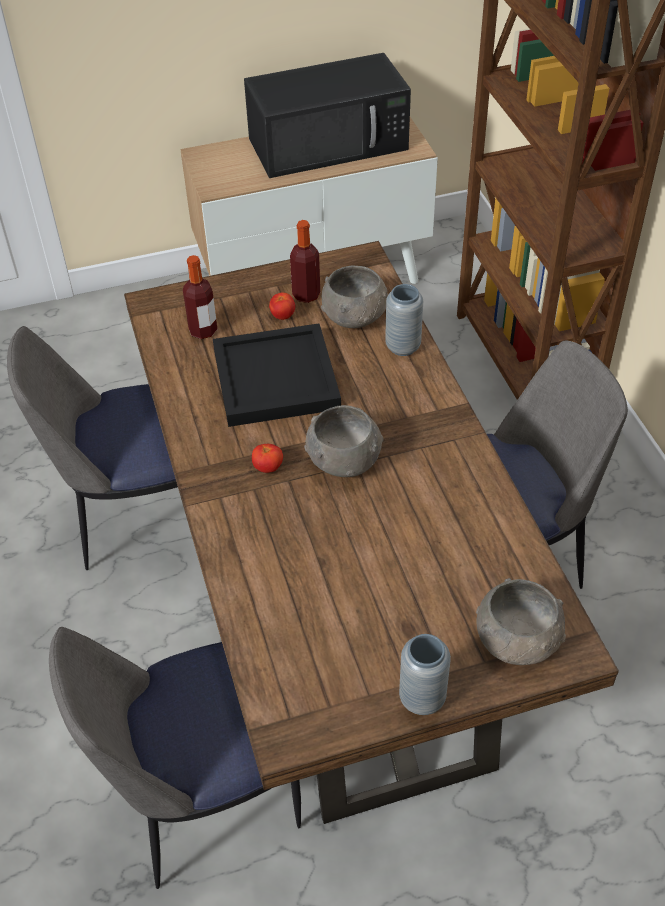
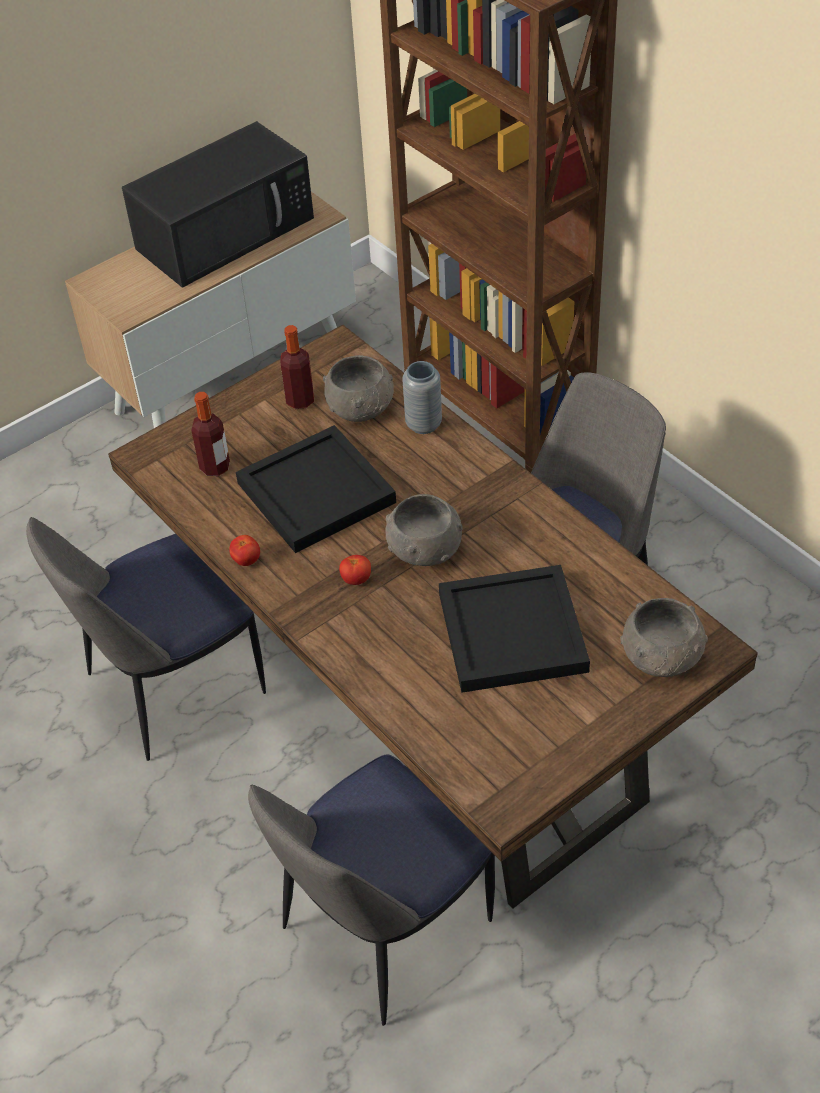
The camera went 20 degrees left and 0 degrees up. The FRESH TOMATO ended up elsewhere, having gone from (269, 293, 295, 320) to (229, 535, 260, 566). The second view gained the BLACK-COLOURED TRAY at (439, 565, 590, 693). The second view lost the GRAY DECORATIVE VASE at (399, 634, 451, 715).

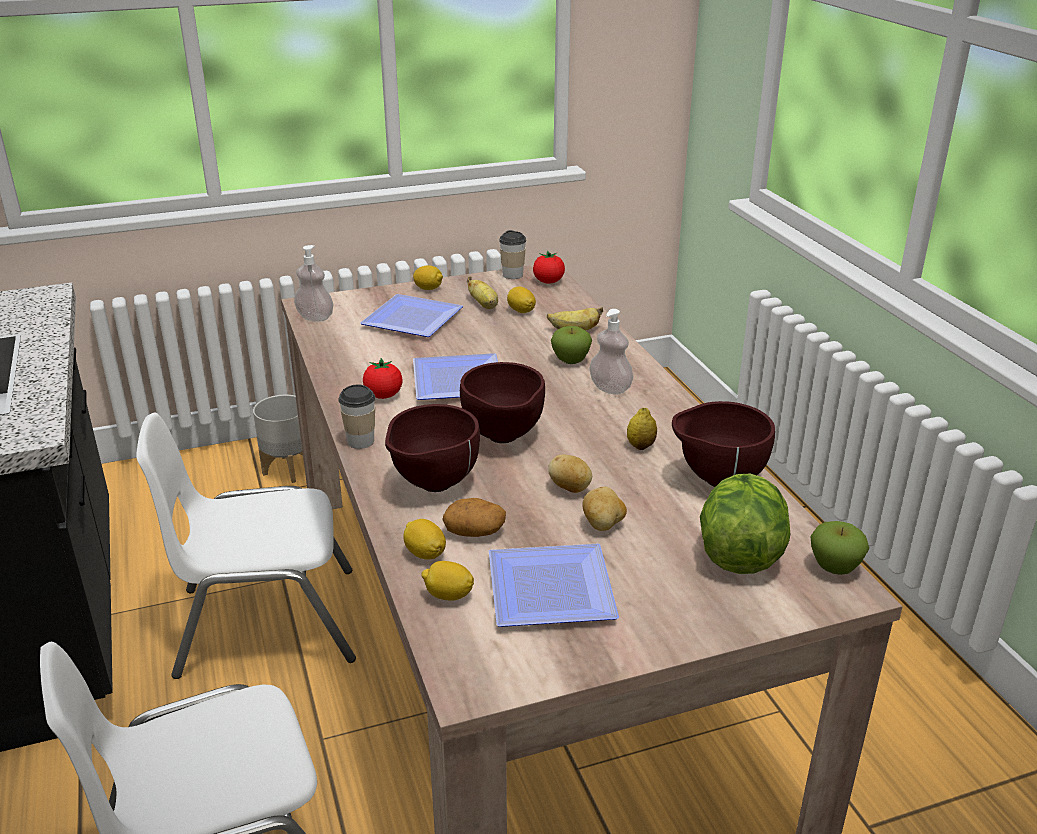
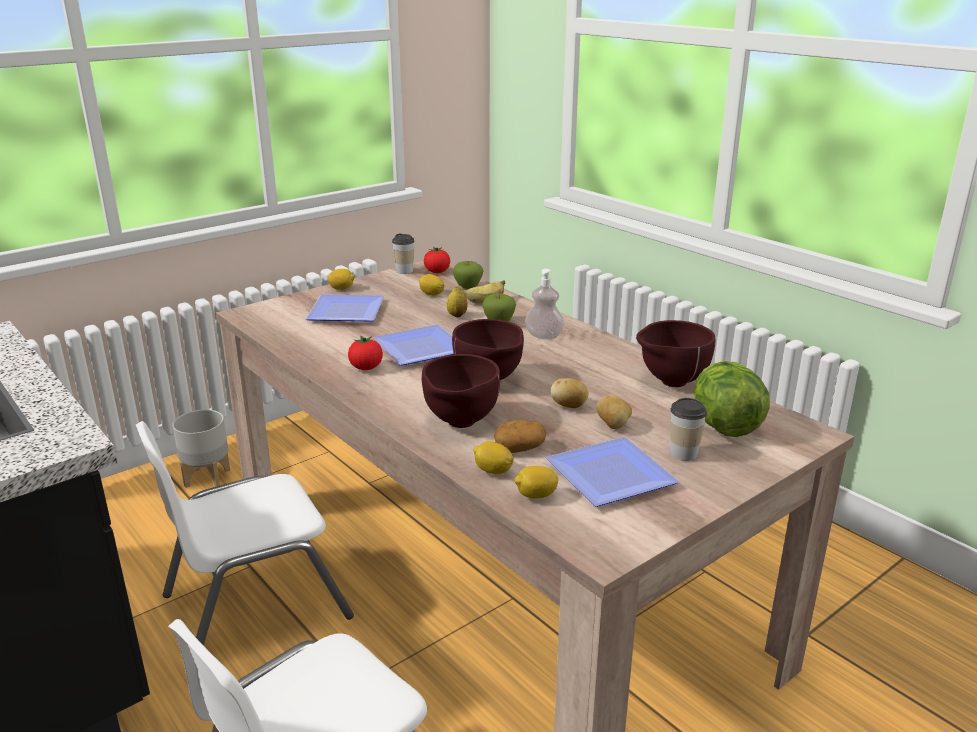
The camera went 20 degrees left and 5 degrees down. The CITRUS FRUIT ended up elsewhere, having gone from (627, 408, 657, 450) to (447, 287, 468, 317). The APPLE FRUIT ended up elsewhere, having gone from (810, 521, 869, 575) to (453, 261, 483, 289). The CUP ended up elsewhere, having gone from (338, 384, 375, 449) to (670, 398, 707, 461). The second view lost the SOAP BOTTLE at (294, 245, 334, 322). The second view lost the BANANA at (467, 276, 498, 309).

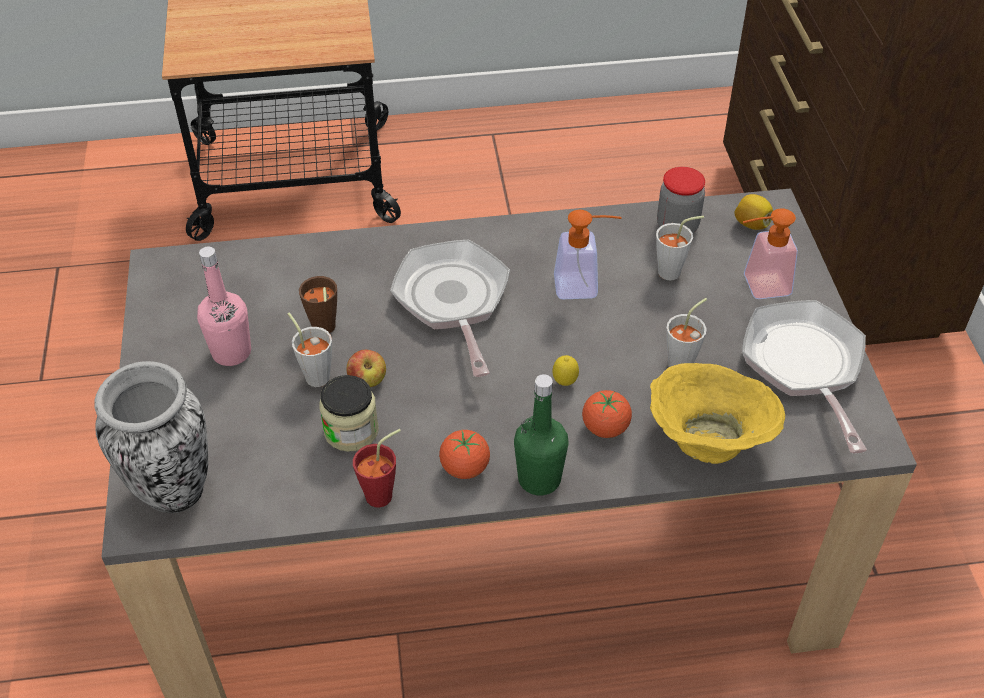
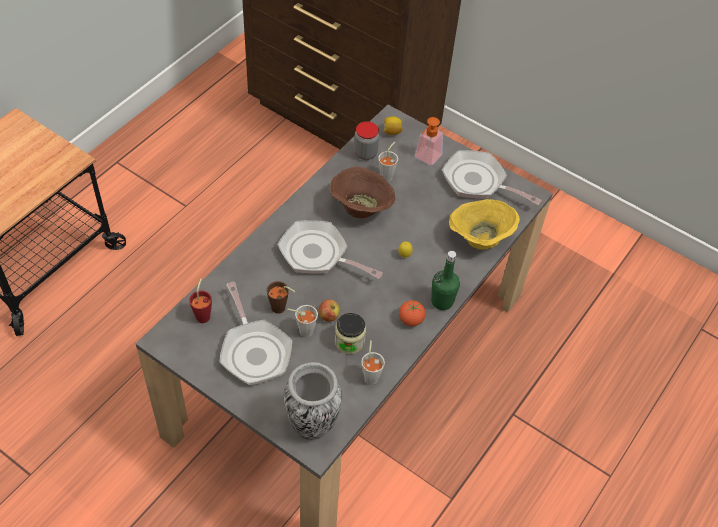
The camera went 50 degrees left and 5 degrees up. The RED-COLOURED CUP ended up elsewhere, having gone from (353, 429, 401, 508) to (189, 279, 212, 323). Where the PINKISH BOTTLE stood at (197, 247, 251, 366), the FRYING PAN came to stand at (219, 282, 292, 385). Where the SOAP BOTTLE stood at (554, 210, 622, 299), the BROWN-COLOURED BOWL came to stand at (330, 167, 396, 218). The GRAY CUP ended up elsewhere, having gone from (667, 298, 707, 367) to (361, 340, 385, 385). The second view lost the FRESH TOMATO at (582, 390, 632, 438).

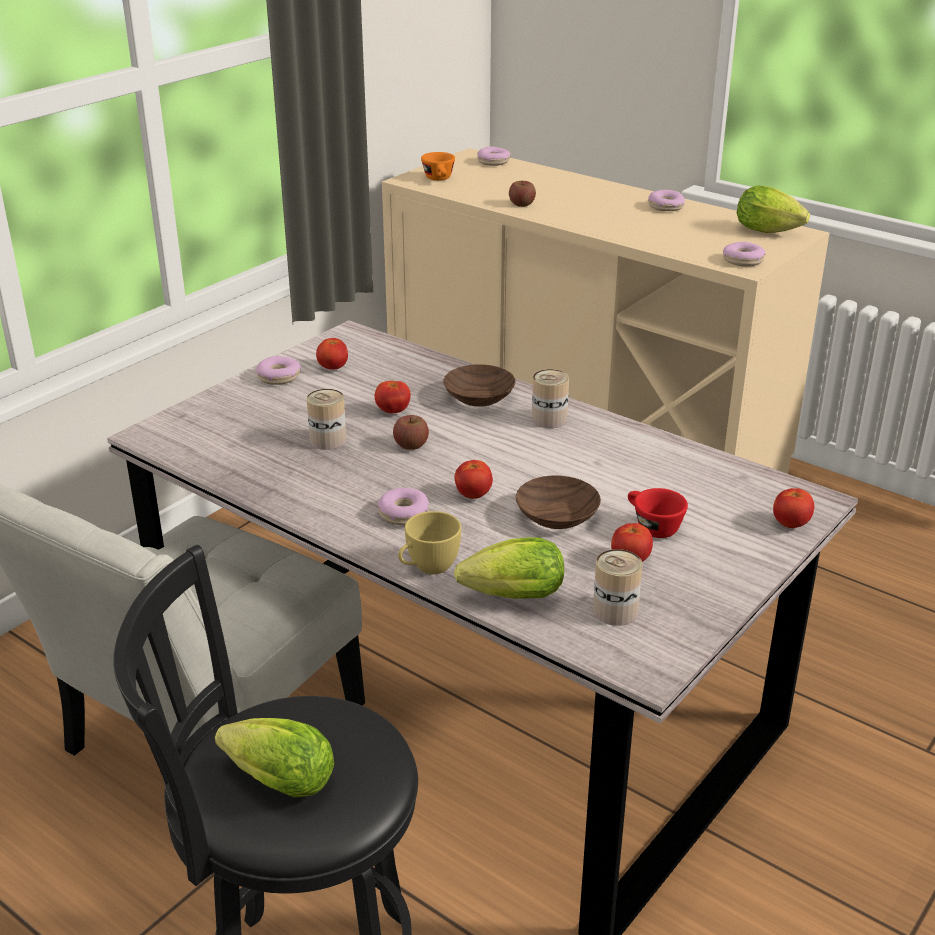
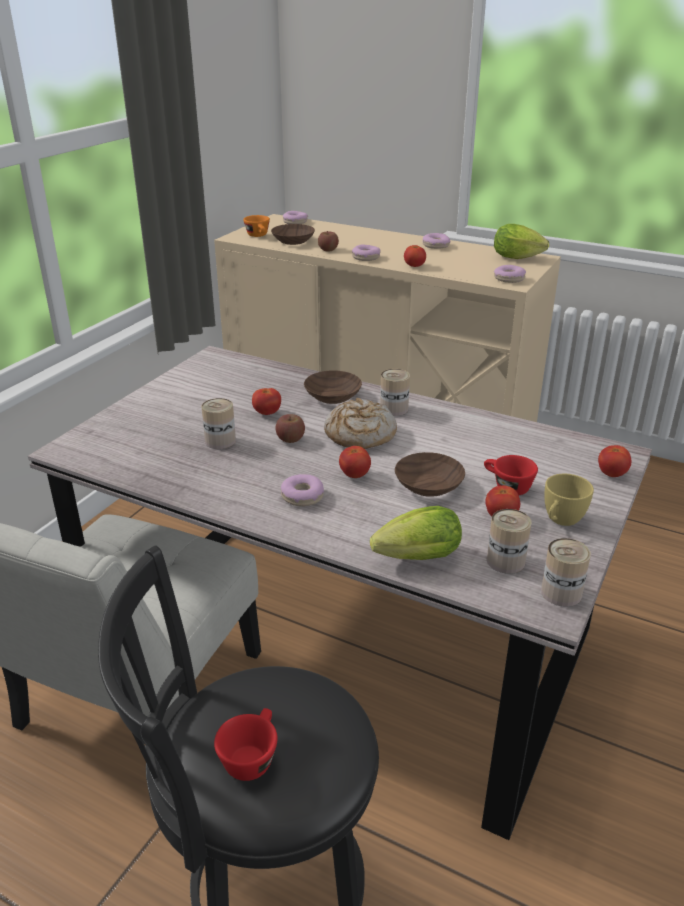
The camera went 10 degrees left and 0 degrees up. Where the HEAD OF LETTUCE stood at (215, 718, 334, 798), the RED-COLOURED CUP came to stand at (214, 708, 278, 781). The second view gained the BROWN-COLOURED BOWL at (271, 224, 315, 245). The second view gained the BREAD at (324, 398, 397, 449). The DONUT ended up elsewhere, having gone from (256, 356, 301, 385) to (352, 244, 380, 261). The FRESH TOMATO ended up elsewhere, having gone from (316, 338, 348, 370) to (404, 245, 426, 267). The second view gained the CAN at (541, 538, 591, 607). The YELLOW CUP ended up elsewhere, having gone from (398, 511, 461, 574) to (544, 474, 594, 526).

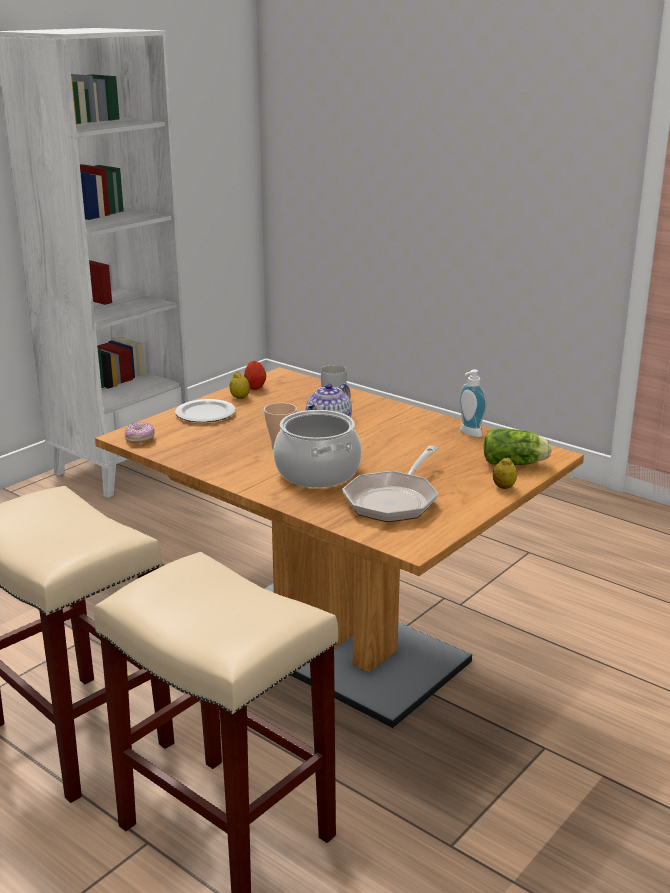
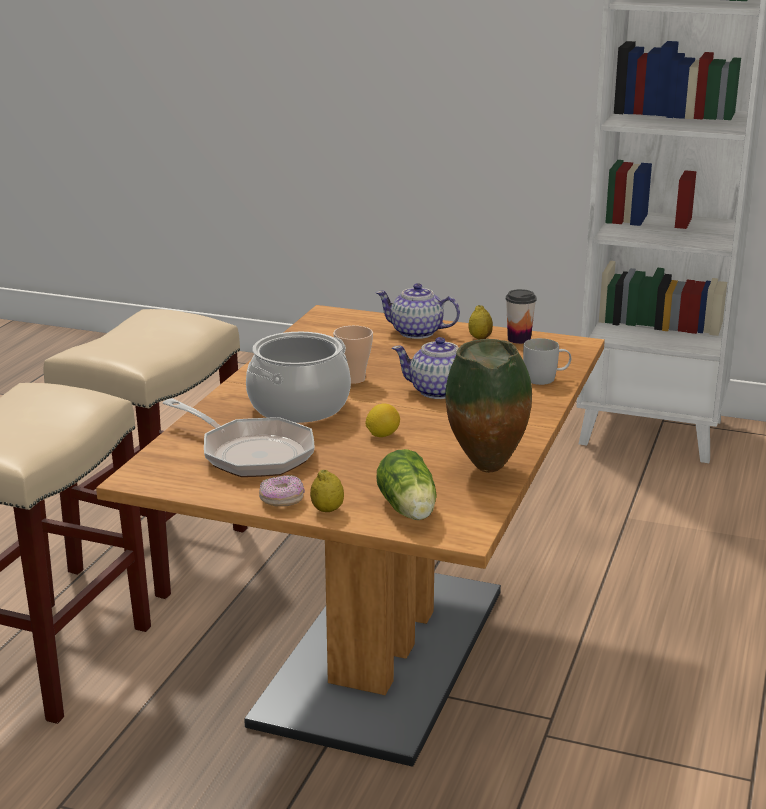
The camera went 70 degrees right and 0 degrees up. The FRYING PAN at (342, 446, 439, 522) ended up facing another way, 150 degrees counterclockwise from before. The DONUT ended up elsewhere, having gone from (125, 422, 155, 443) to (259, 475, 305, 506). The second view gained the CITRUS FRUIT at (366, 404, 400, 437). Where the DINNER PLATE stood at (175, 399, 236, 422), the TEA POT came to stand at (375, 283, 460, 339). Where the SOAP BOTTLE stood at (459, 370, 487, 437), the DECORATIVE VASE came to stand at (445, 339, 532, 473). Where the APPLE FRUIT stood at (244, 360, 266, 390), the CUP came to stand at (505, 289, 537, 344).

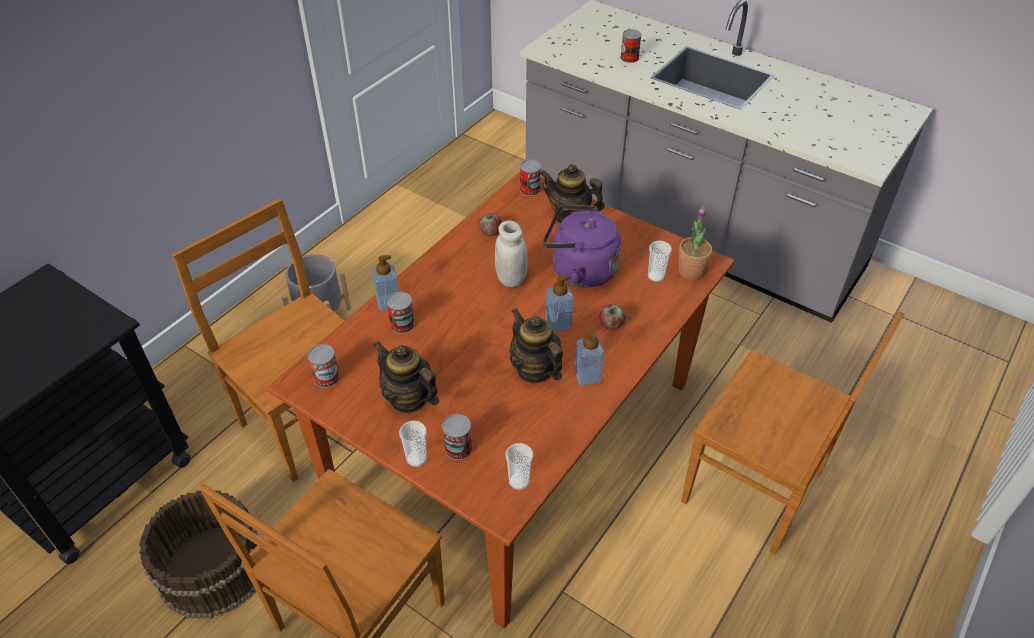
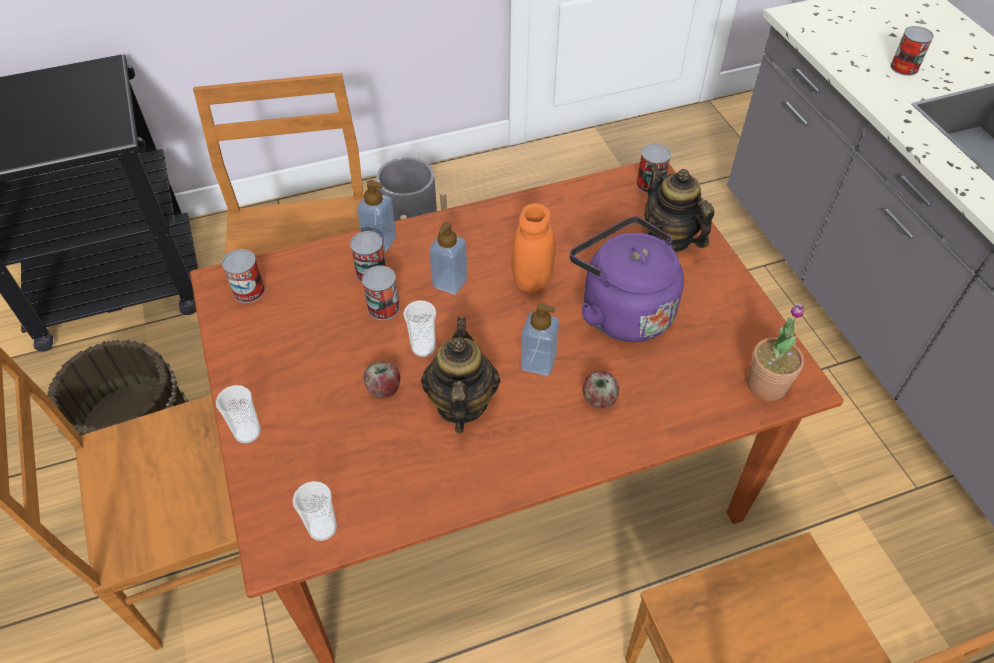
The camera went 35 degrees right and 5 degrees up. The CAN ended up elsewhere, having gone from (442, 414, 472, 460) to (362, 265, 400, 320). The APPLE FRUIT ended up elsewhere, having gone from (478, 213, 502, 236) to (364, 362, 400, 398). The CUP ended up elsewhere, having gone from (648, 241, 672, 282) to (403, 300, 436, 357). The SOAP BOTTLE ended up elsewhere, having gone from (575, 329, 604, 385) to (429, 222, 467, 294). What was the WHITISH JAR at (495, 221, 528, 287) turned into the ORANGEY JAR at (512, 203, 556, 293). The second view lost the TEA POT at (373, 341, 439, 413).

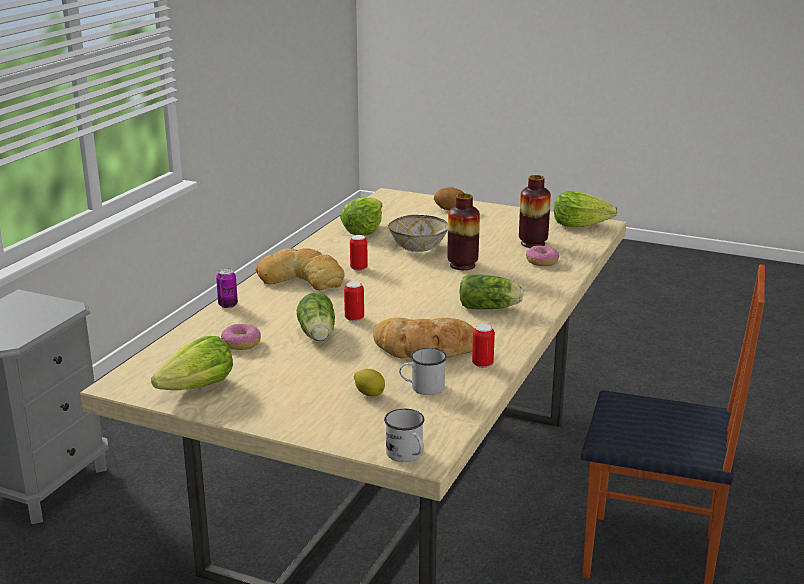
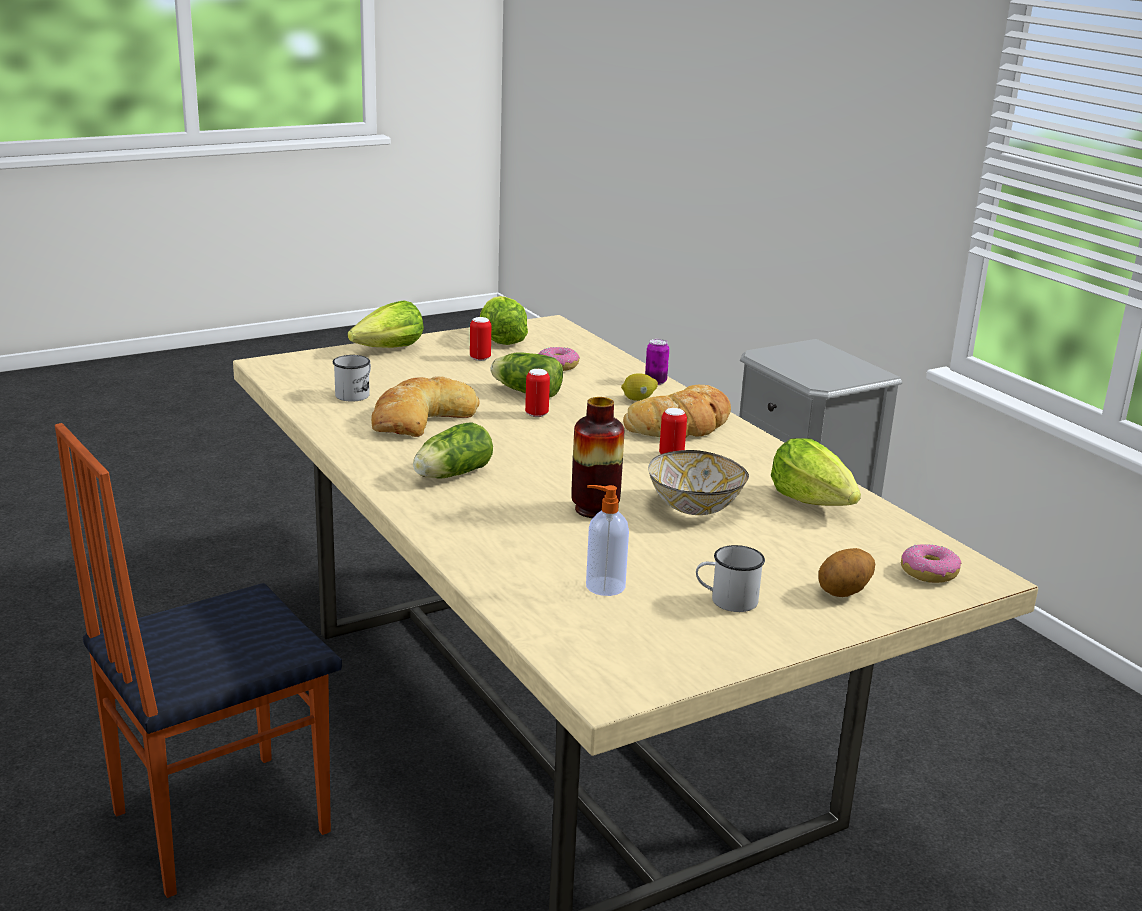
The camera went 125 degrees right and 0 degrees up. The HEAD OF LETTUCE ended up elsewhere, having gone from (554, 191, 618, 227) to (348, 300, 424, 348). The CAN ended up elsewhere, having gone from (472, 324, 495, 368) to (470, 317, 491, 361). Where the DECORATIVE VASE stood at (519, 175, 551, 248), the SOAP BOTTLE came to stand at (586, 485, 629, 596). The CITRUS FRUIT ended up elsewhere, having gone from (354, 369, 385, 396) to (621, 373, 658, 401). The WHITISH TEA MUG ended up elsewhere, having gone from (384, 409, 424, 462) to (696, 545, 765, 612). The DONUT ended up elsewhere, having gone from (526, 245, 559, 266) to (901, 544, 961, 583).

